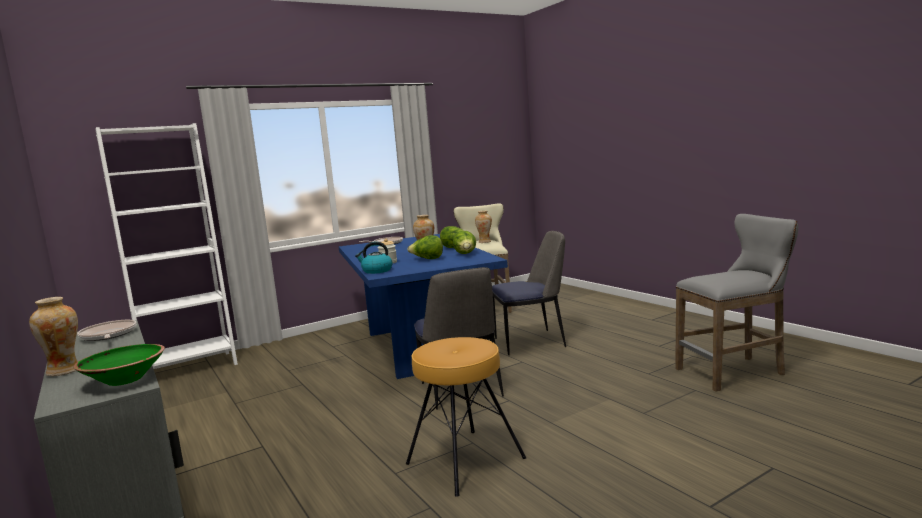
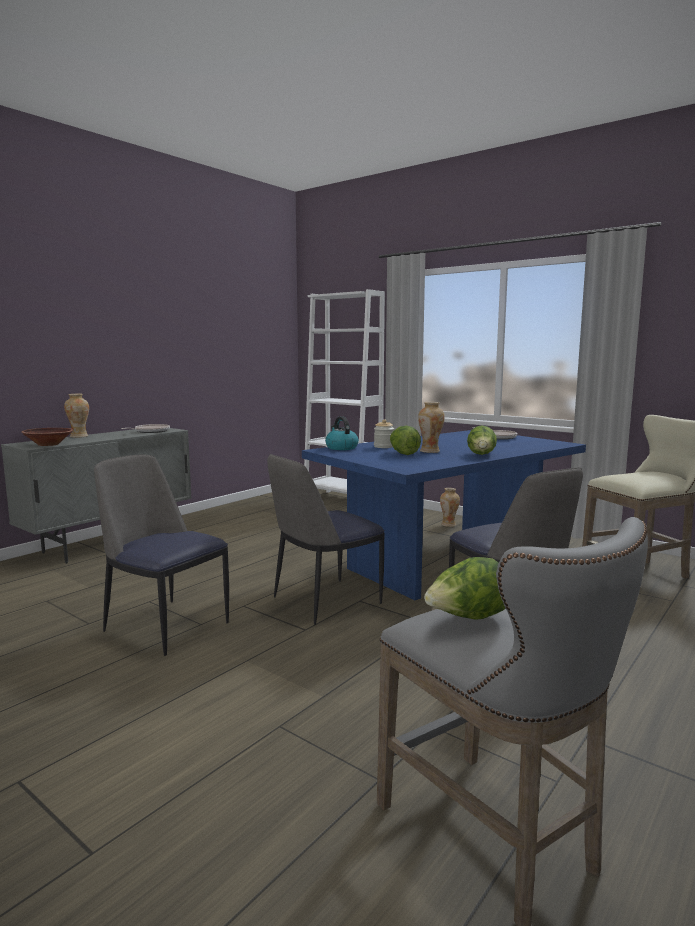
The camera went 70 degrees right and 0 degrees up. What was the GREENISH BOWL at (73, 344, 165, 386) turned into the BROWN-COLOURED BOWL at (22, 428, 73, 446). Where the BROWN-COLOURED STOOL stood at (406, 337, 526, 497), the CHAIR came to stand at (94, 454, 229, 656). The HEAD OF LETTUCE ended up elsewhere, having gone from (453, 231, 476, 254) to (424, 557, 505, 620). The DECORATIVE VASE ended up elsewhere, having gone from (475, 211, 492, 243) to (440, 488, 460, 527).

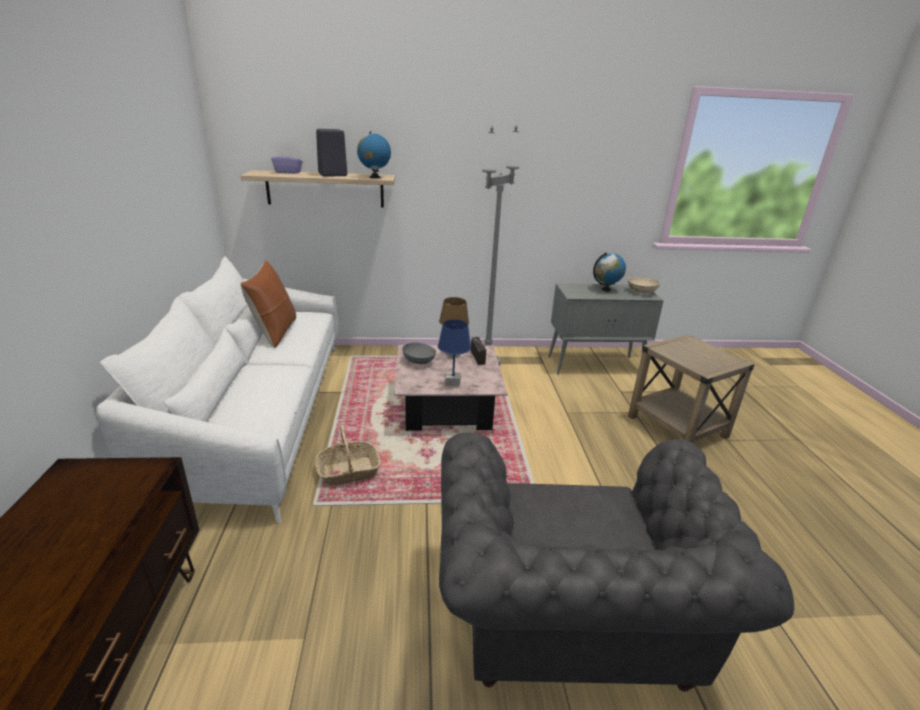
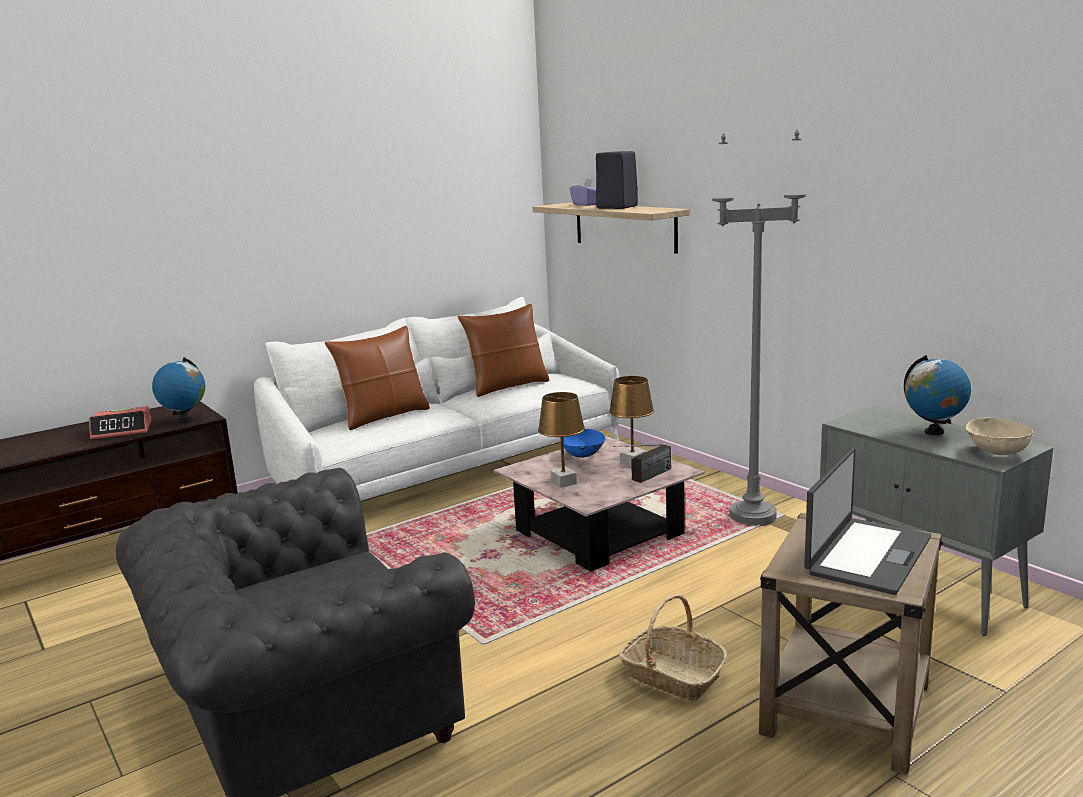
The camera went 60 degrees right and 10 degrees down. The second view gained the TABLE CLOCK at (89, 406, 151, 440). The WORLD GLOBE ended up elsewhere, having gone from (357, 131, 391, 178) to (152, 357, 205, 423). The second view gained the BROWN-COLOURED THROW PILLOW at (324, 325, 430, 430). What was the BLUE-COLOURED TABLETOP LAMP at (438, 320, 471, 387) turned into the BROWN-COLOURED TABLETOP LAMP at (538, 392, 585, 488). What was the GRAY BOWL at (402, 342, 436, 364) turned into the BLUE-COLOURED BOWL at (563, 429, 605, 458). The STORAGE BASKET ended up elsewhere, having gone from (315, 425, 381, 485) to (619, 594, 727, 701). The second view gained the LAPTOP at (804, 448, 931, 595).

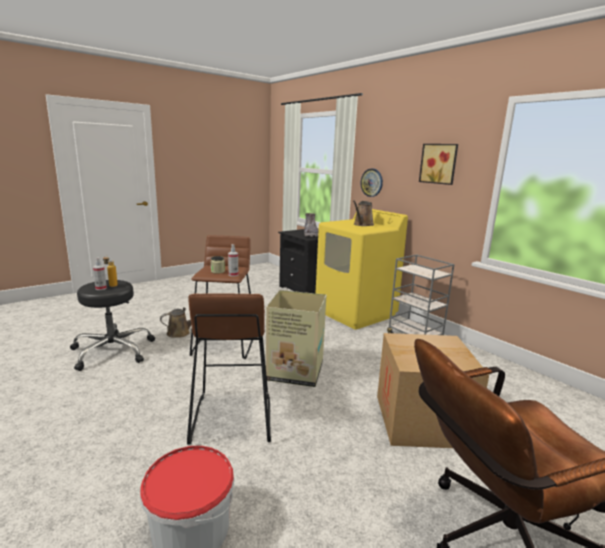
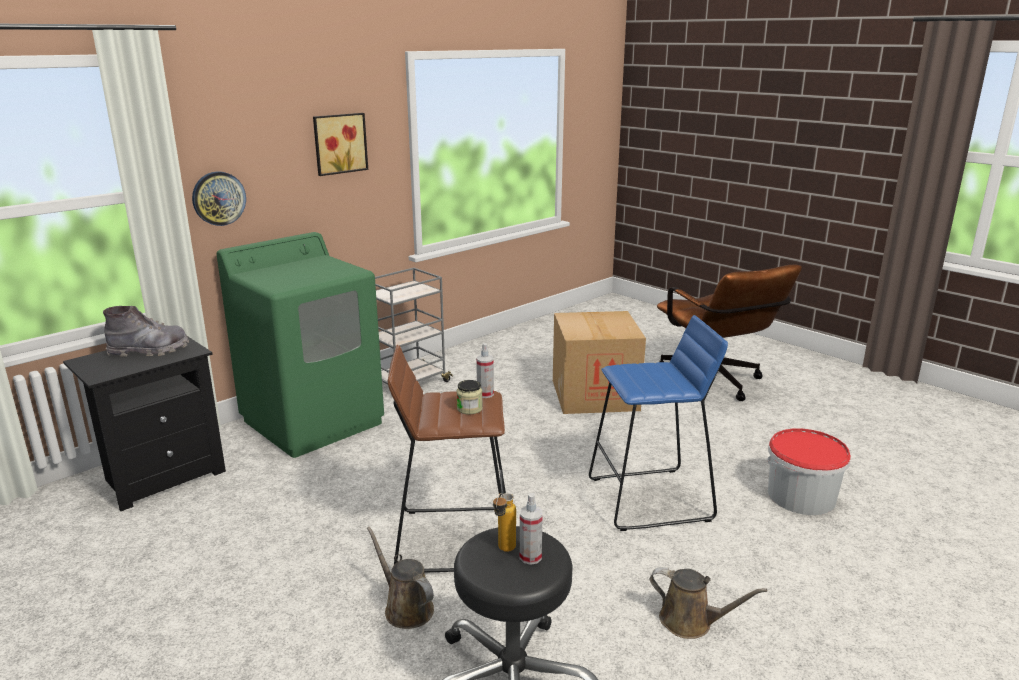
The camera went 95 degrees left and 5 degrees up. What was the YELLOW WASHING MACHINE at (315, 209, 408, 330) turned into the GREENISH WASHING MACHINE at (216, 232, 384, 458). What was the BROWN-COLOURED STOOL at (187, 293, 271, 445) turned into the BLUE-COLOURED STOOL at (589, 315, 728, 531). The BROWN-COLOURED WATERING CAN ended up elsewhere, having gone from (353, 200, 374, 226) to (650, 567, 767, 639). The second view lost the CARTON at (266, 290, 327, 387).

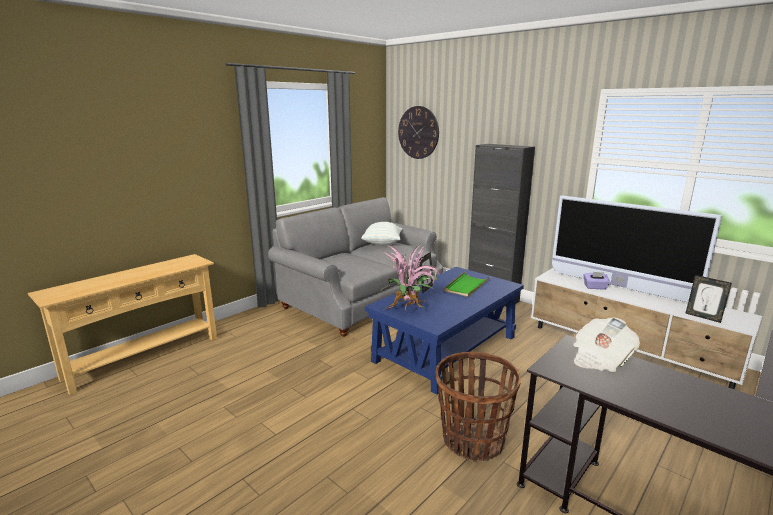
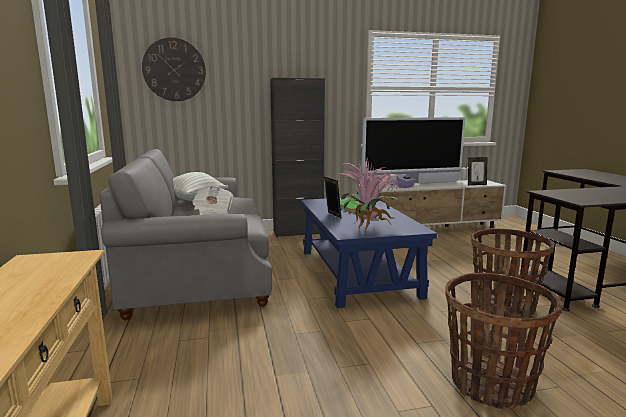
The camera went 55 degrees left and 5 degrees down. The PRINTED PAPER ended up elsewhere, having gone from (573, 317, 640, 372) to (192, 186, 234, 215). The second view gained the STORAGE BASKET at (445, 273, 563, 409).

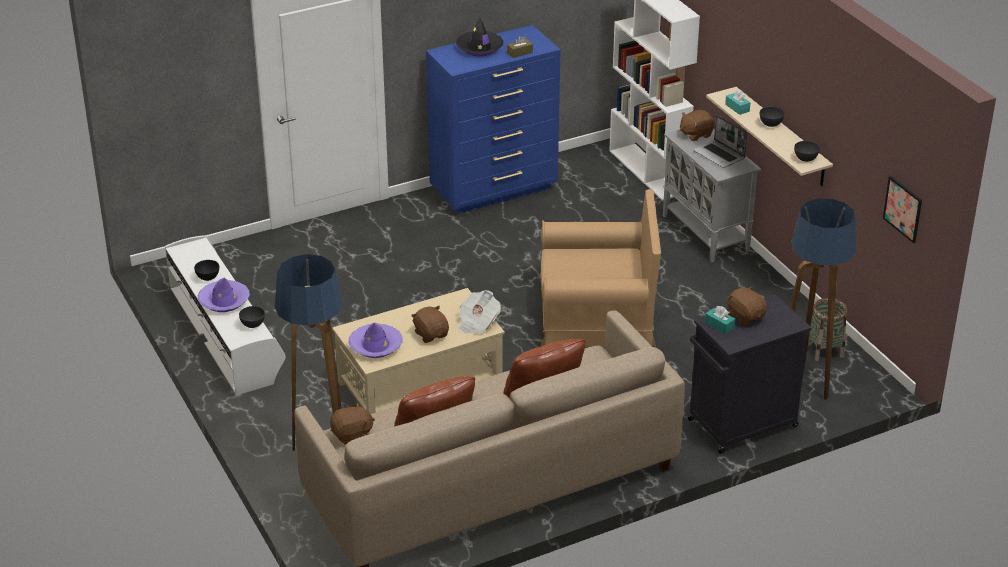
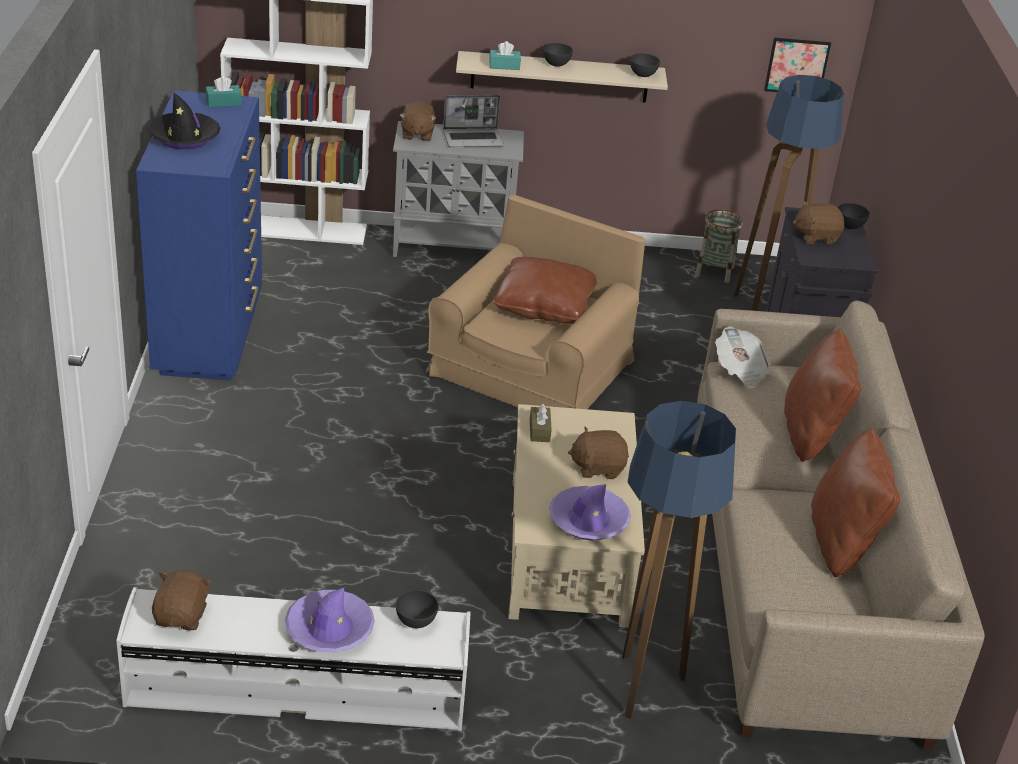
The camera went 65 degrees left and 0 degrees up. The BROWN-COLOURED SOFT TOY ended up elsewhere, having gone from (330, 403, 375, 445) to (152, 571, 211, 631). The BLUE-GREEN BOX OF TISSUES ended up elsewhere, having gone from (705, 306, 735, 334) to (206, 76, 242, 107). The second view gained the BROWN-COLOURED THROW PILLOW at (493, 257, 597, 324). The BROWN-COLOURED BOX OF TISSUES ended up elsewhere, having gone from (507, 36, 533, 58) to (530, 404, 552, 442). The PRINTED PAPER ended up elsewhere, having gone from (458, 290, 501, 334) to (715, 326, 771, 389). The BLACK-COLOURED BOWL ended up elsewhere, having gone from (194, 260, 219, 281) to (838, 203, 870, 229).

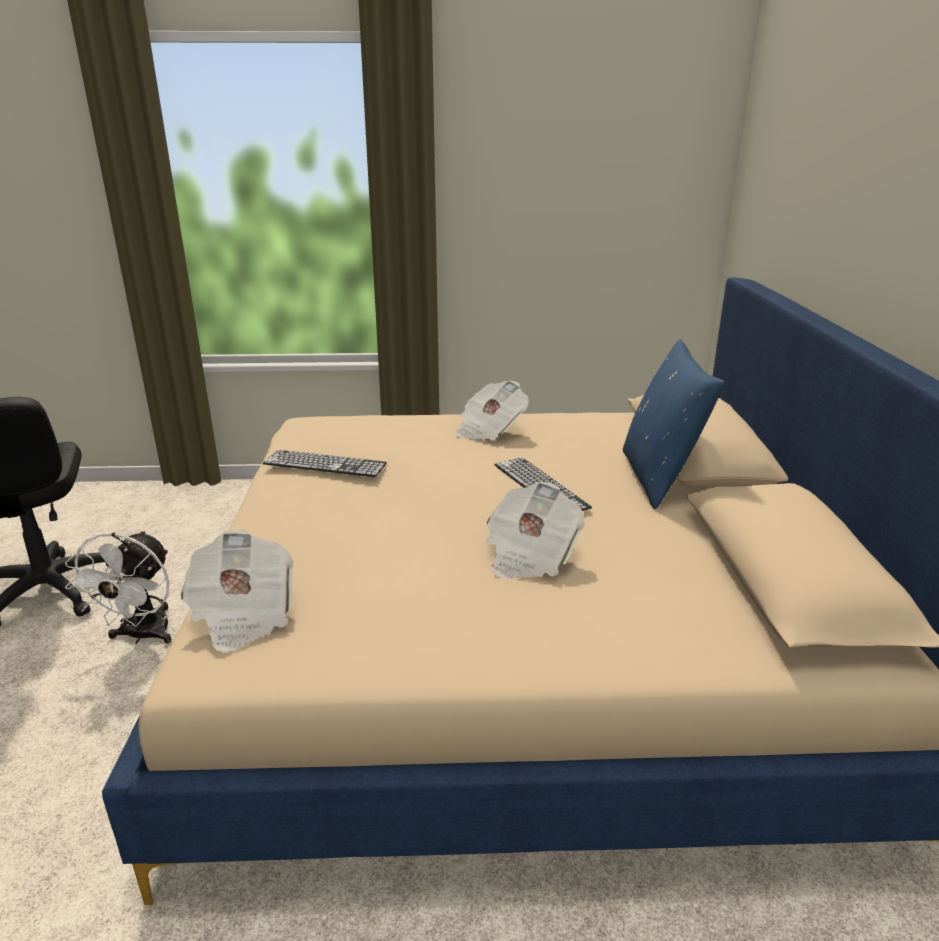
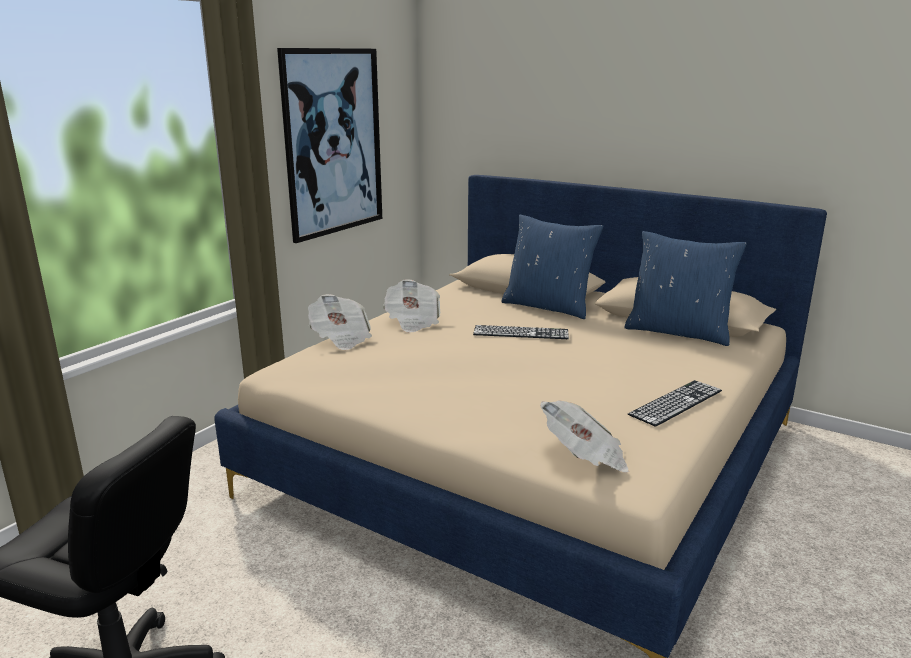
The camera went 55 degrees left and 5 degrees down. The second view gained the PICTURE at (277, 48, 382, 243). The PRINTED PAPER ended up elsewhere, having gone from (486, 482, 585, 579) to (308, 294, 372, 350). The second view gained the BLUE-COLOURED THROW PILLOW at (624, 231, 747, 346). The COMPUTER KEYBOARD ended up elsewhere, having gone from (263, 450, 387, 477) to (628, 380, 722, 427). The second view lost the WHITISH COOLING FAN at (65, 530, 172, 644).

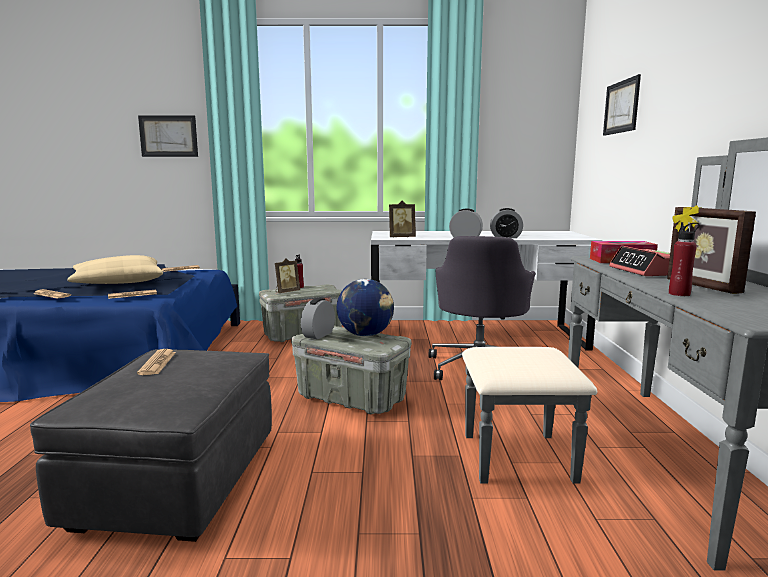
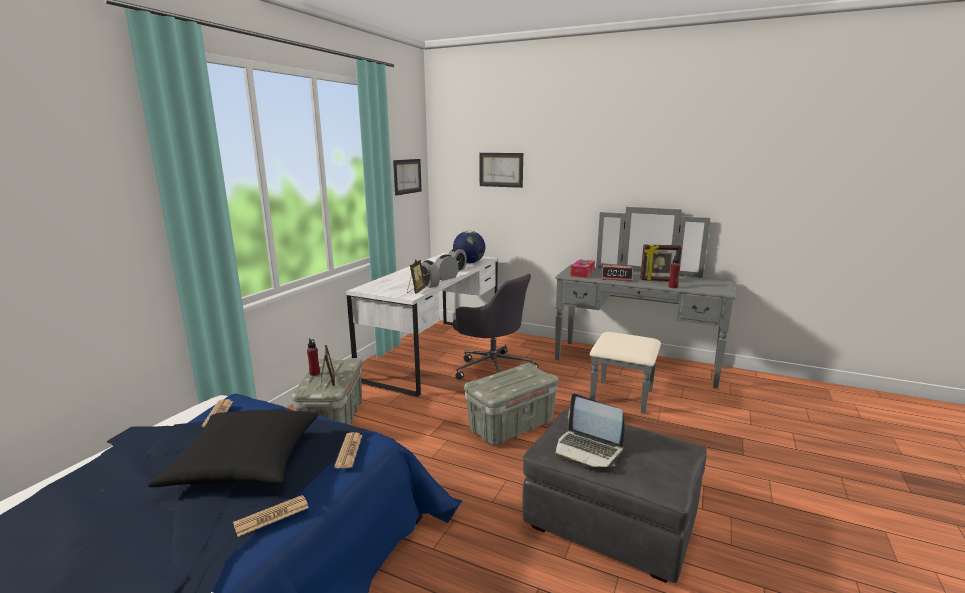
The camera went 65 degrees left and 5 degrees up. What was the BEIGE-COLOURED THROW PILLOW at (67, 255, 163, 284) turned into the BLACK-COLOURED THROW PILLOW at (148, 410, 318, 487). The PICTURE ended up elsewhere, having gone from (138, 115, 198, 157) to (393, 159, 422, 196). The TABLE CLOCK ended up elsewhere, having gone from (301, 298, 335, 339) to (421, 260, 440, 288). The WORLD GLOBE ended up elsewhere, having gone from (337, 279, 394, 336) to (453, 231, 485, 264). Where the PRINTED PAPER stood at (137, 349, 176, 375), the LAPTOP came to stand at (555, 393, 625, 468).

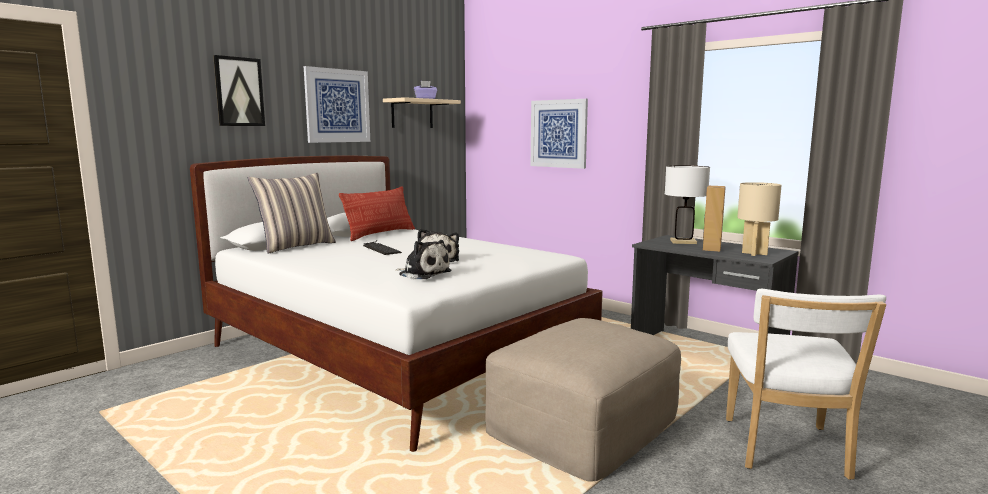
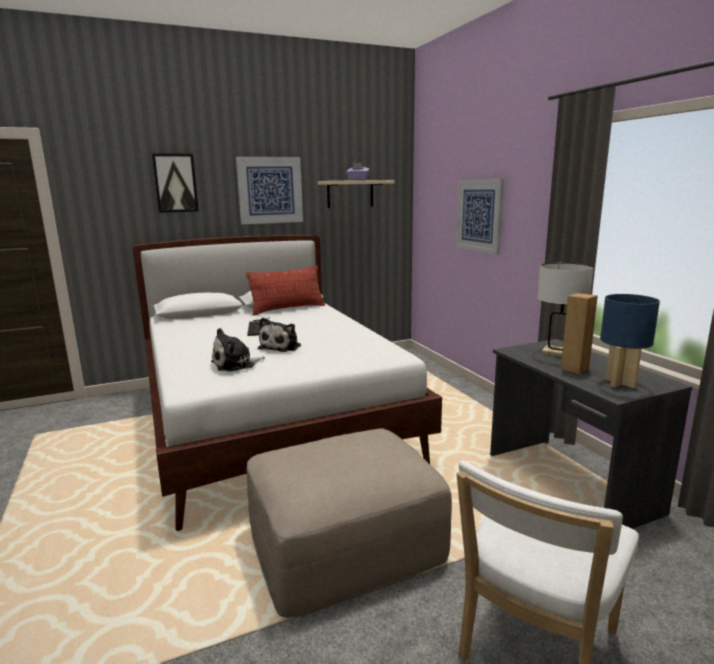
The camera went 25 degrees right and 5 degrees up. The SOFT TOY at (396, 240, 451, 279) ended up facing another way, 90 degrees clockwise from before. What was the BEIGE-COLOURED TABLETOP LAMP at (737, 182, 782, 256) turned into the BLUE-COLOURED TABLETOP LAMP at (600, 294, 660, 388). The second view lost the THROW PILLOW at (248, 173, 336, 253).

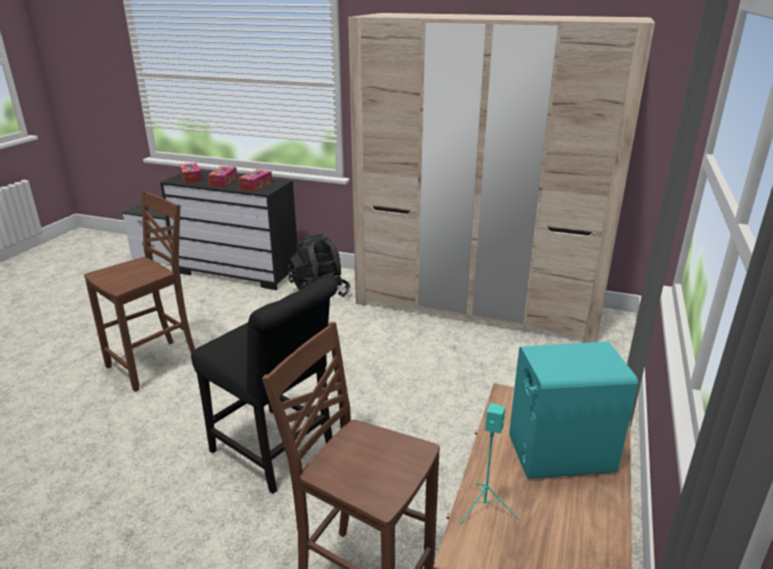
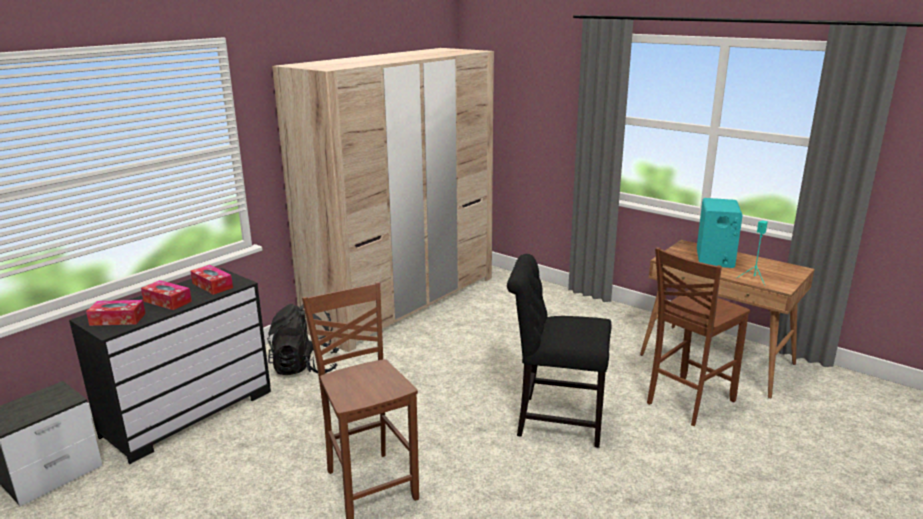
The camera went 70 degrees left and 5 degrees down. The BLACK-COLOURED CHAIR at (191, 277, 337, 494) ended up facing another way, 135 degrees counterclockwise from before.

